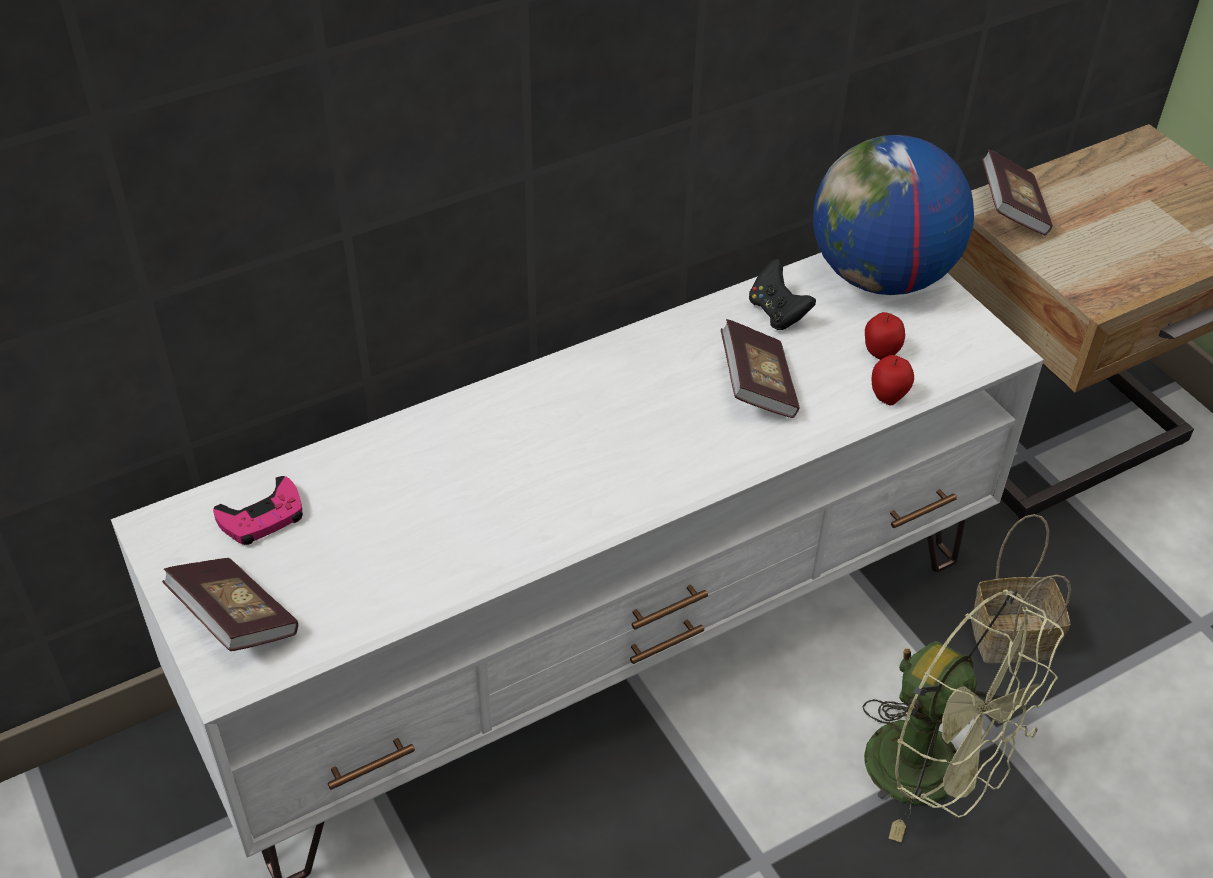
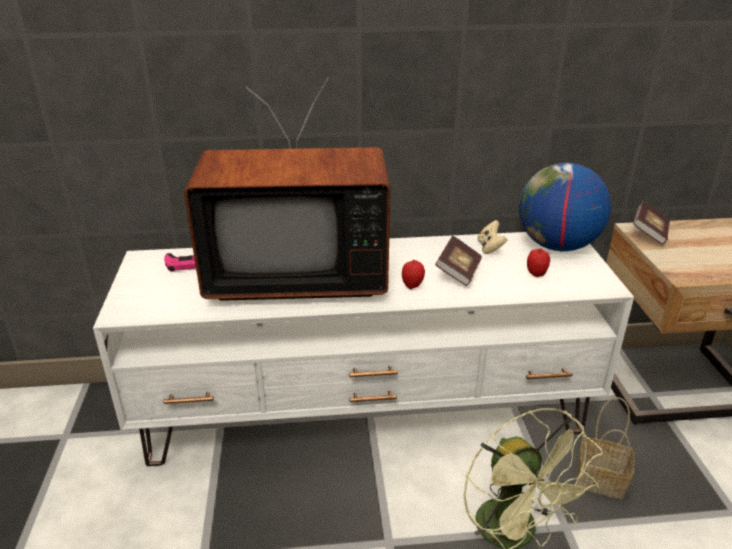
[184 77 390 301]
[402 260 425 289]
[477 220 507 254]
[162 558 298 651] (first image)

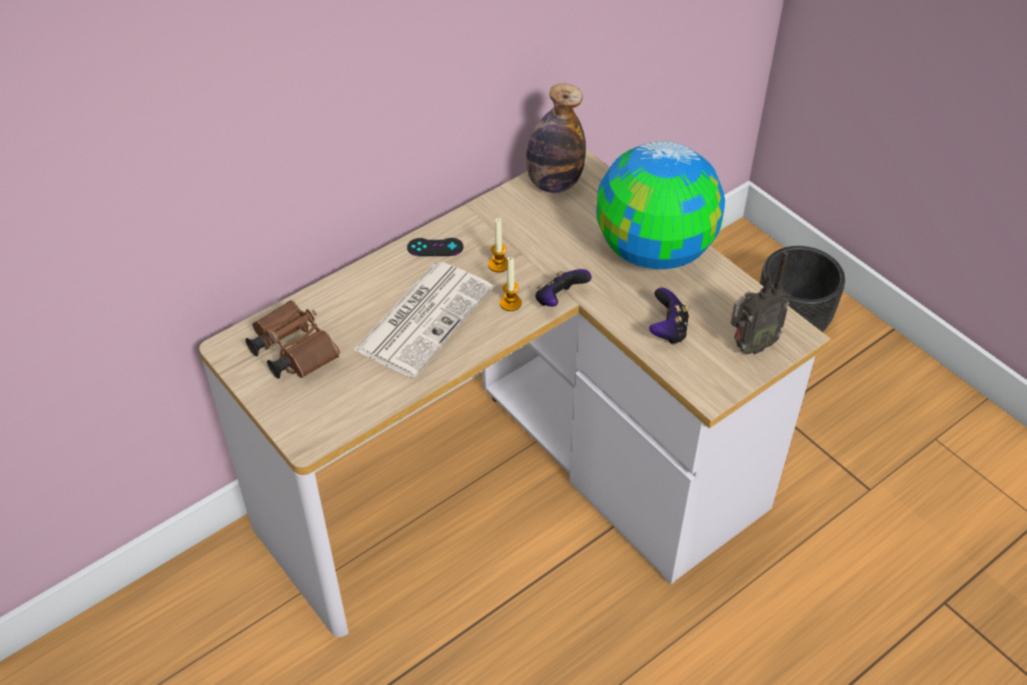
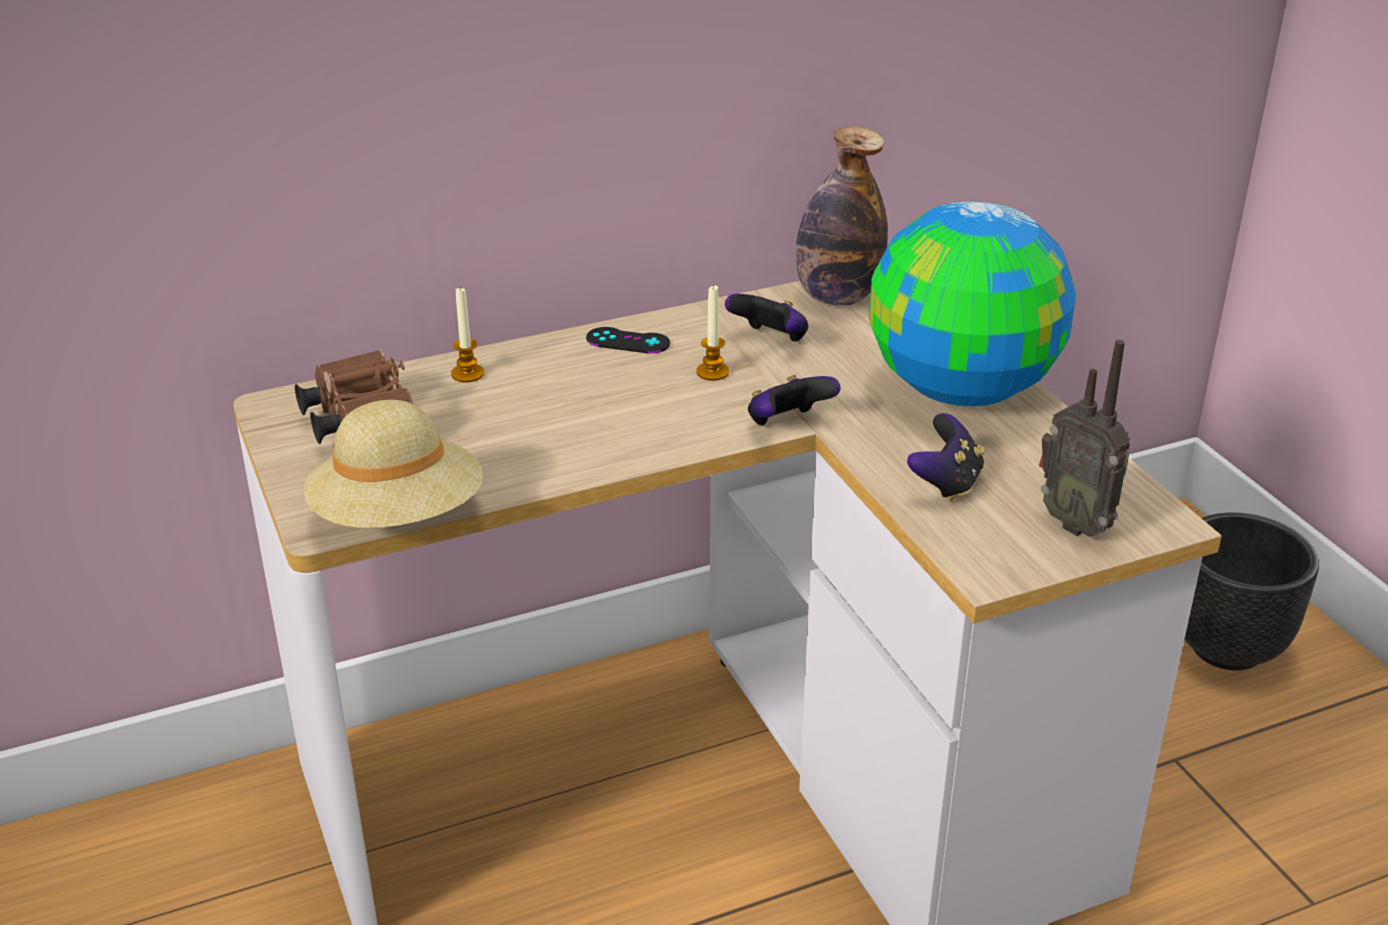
[304 400 483 528]
[451 287 485 383]
[725 294 808 342]
[1039 340 1130 537]
[353 262 493 378] (first image)

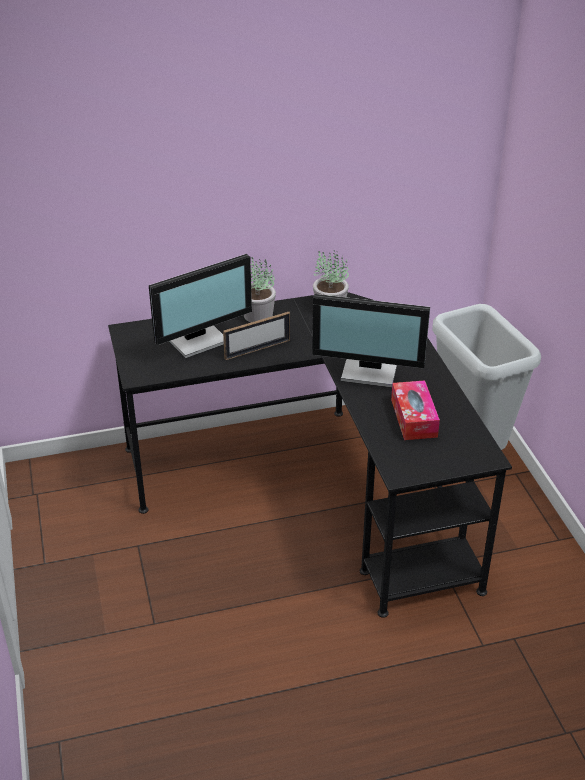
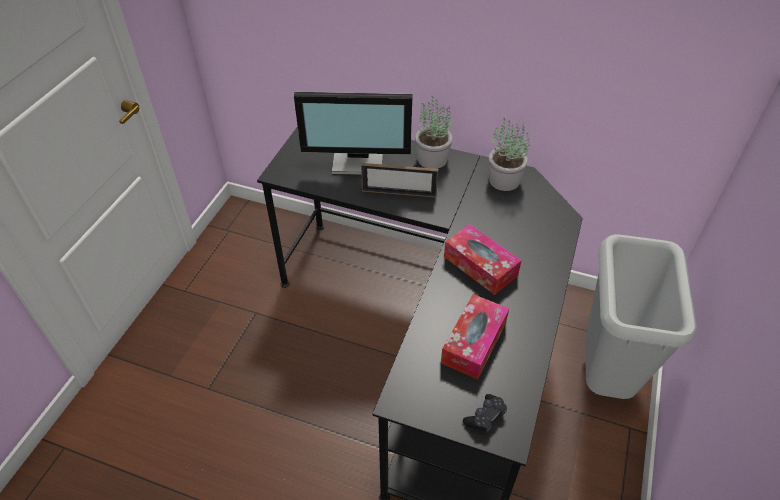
[444 224 522 295]
[463 394 507 433]

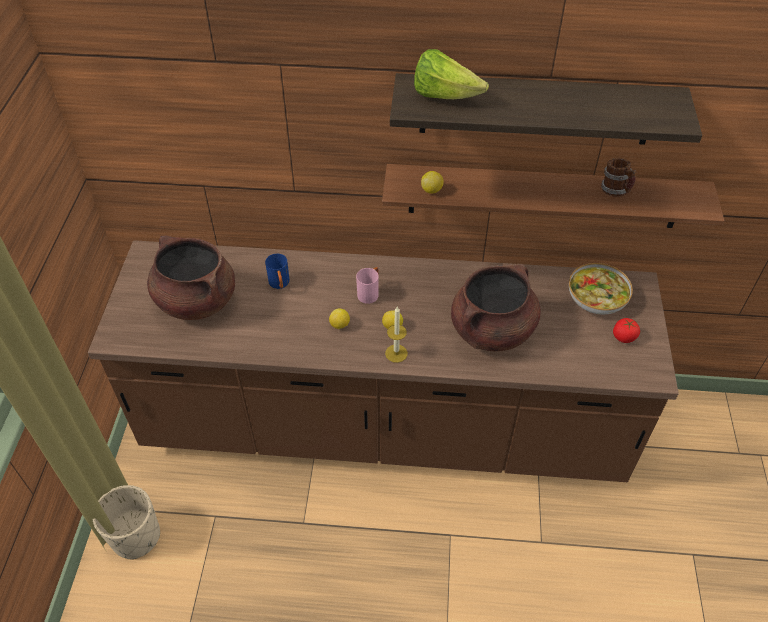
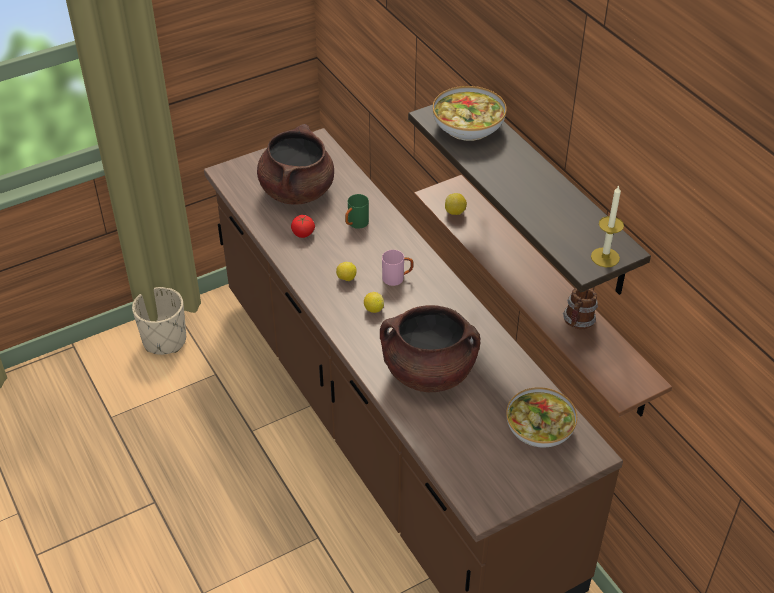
[291 215 315 238]
[345 194 369 229]
[433 86 507 141]
[591 185 624 267]

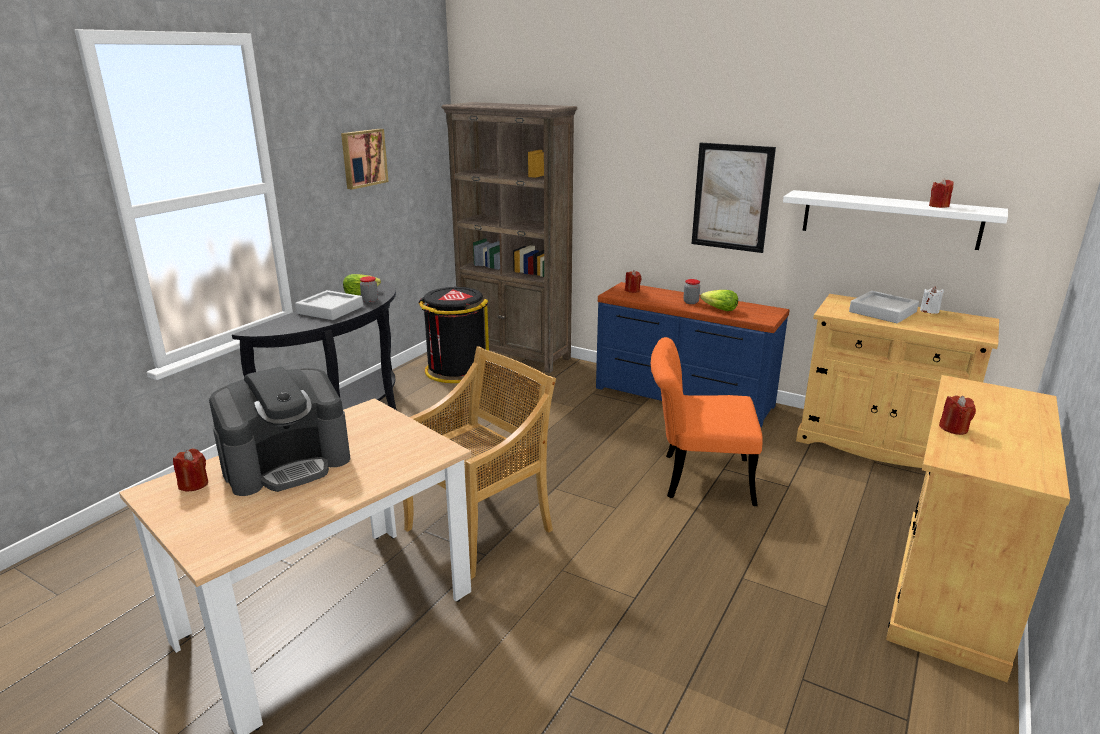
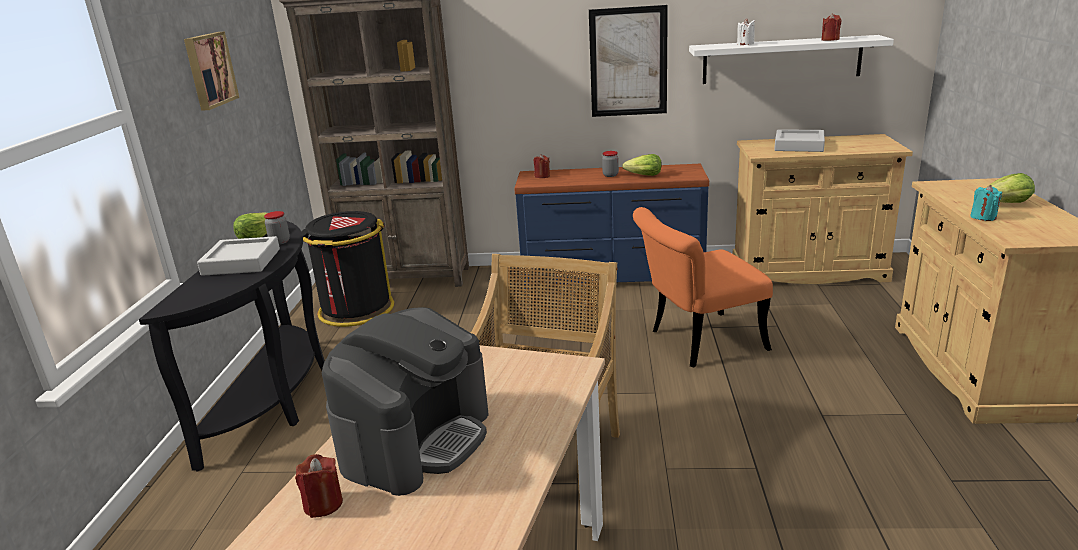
[737 18 755 45]
[970 185 1002 221]
[986 173 1035 203]

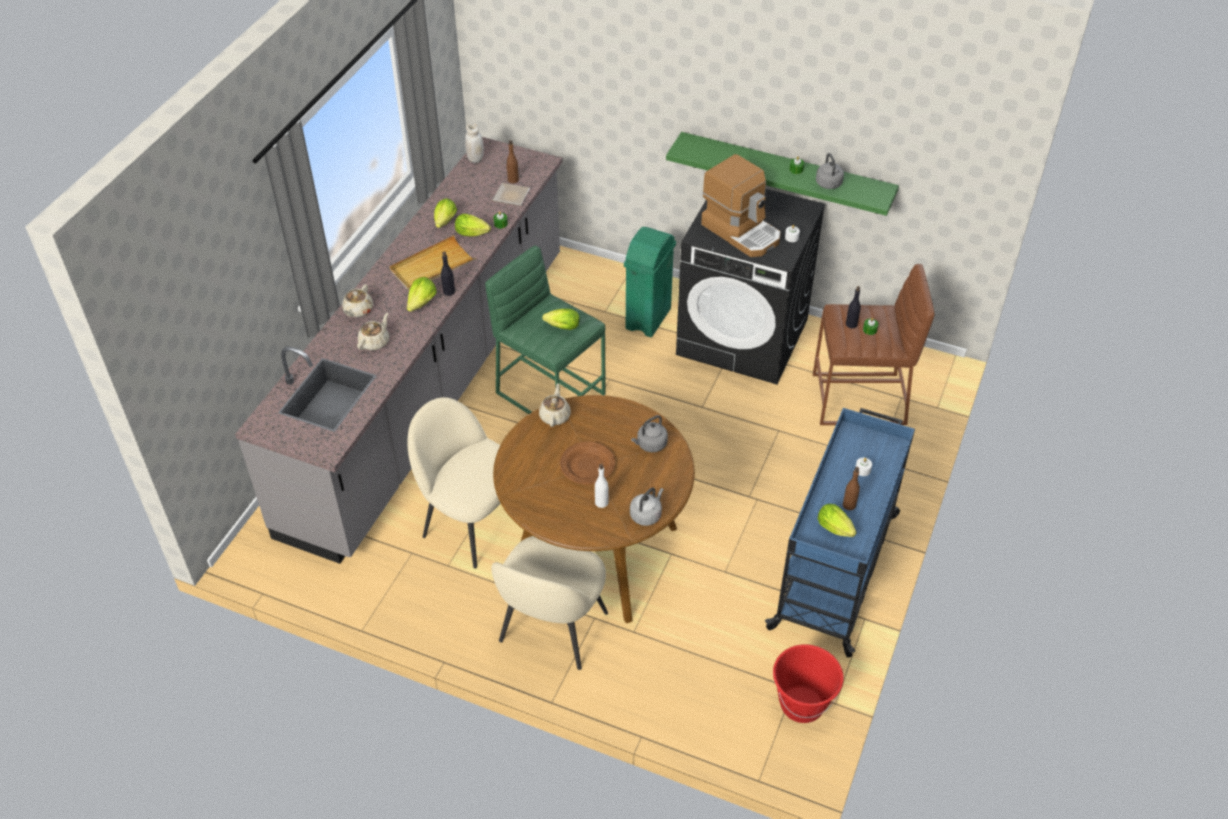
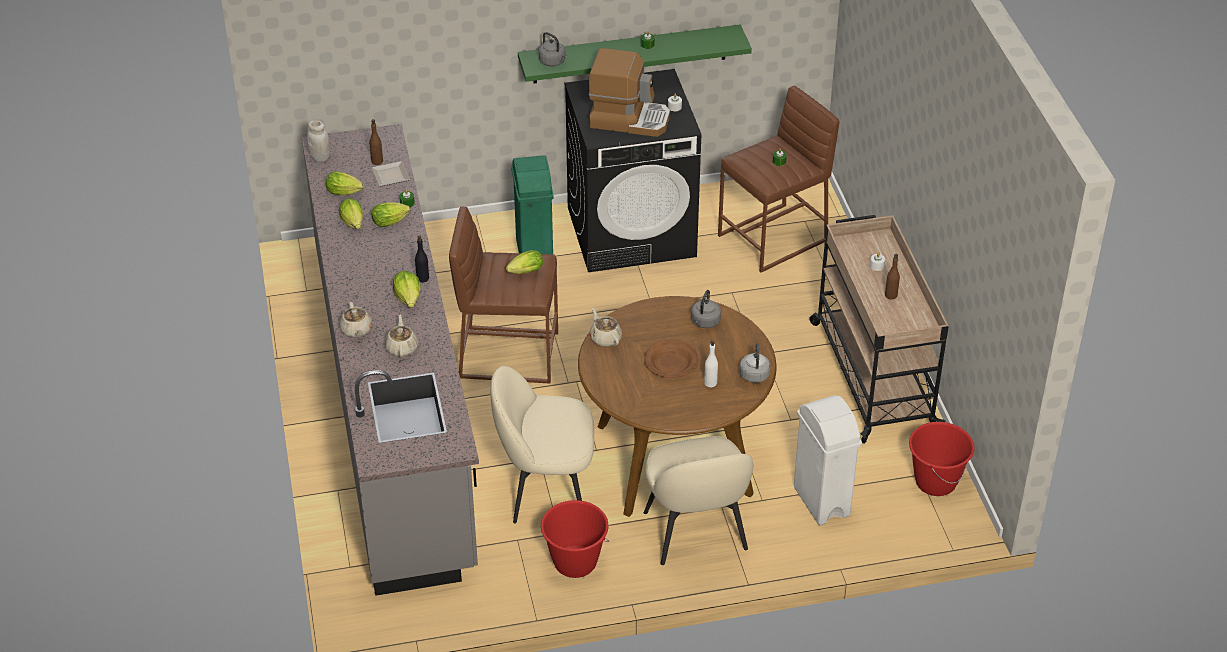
[326 171 364 195]
[449 207 558 384]
[539 32 567 66]
[541 500 609 578]
[794 395 862 525]
[809 215 949 444]
[389 235 476 290] (first image)
[846 286 861 328] (first image)

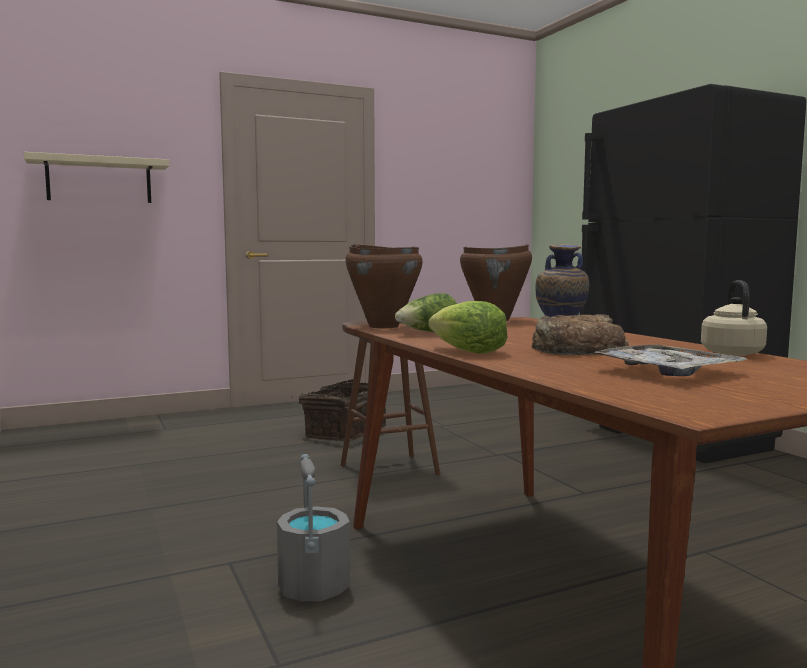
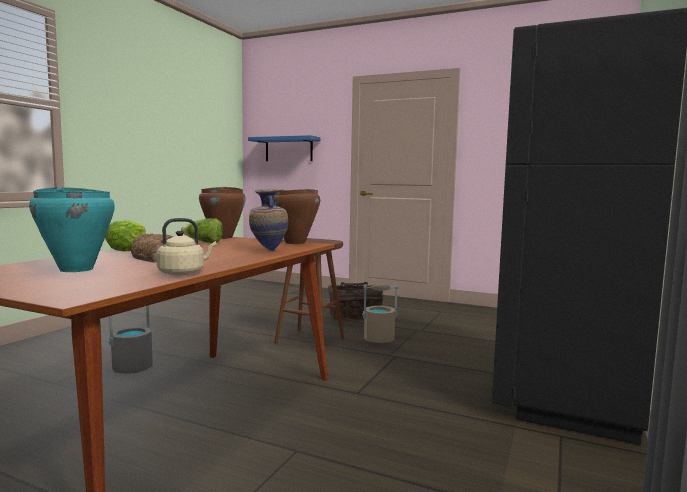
[29 187 115 272]
[248 135 320 161]
[362 284 399 343]

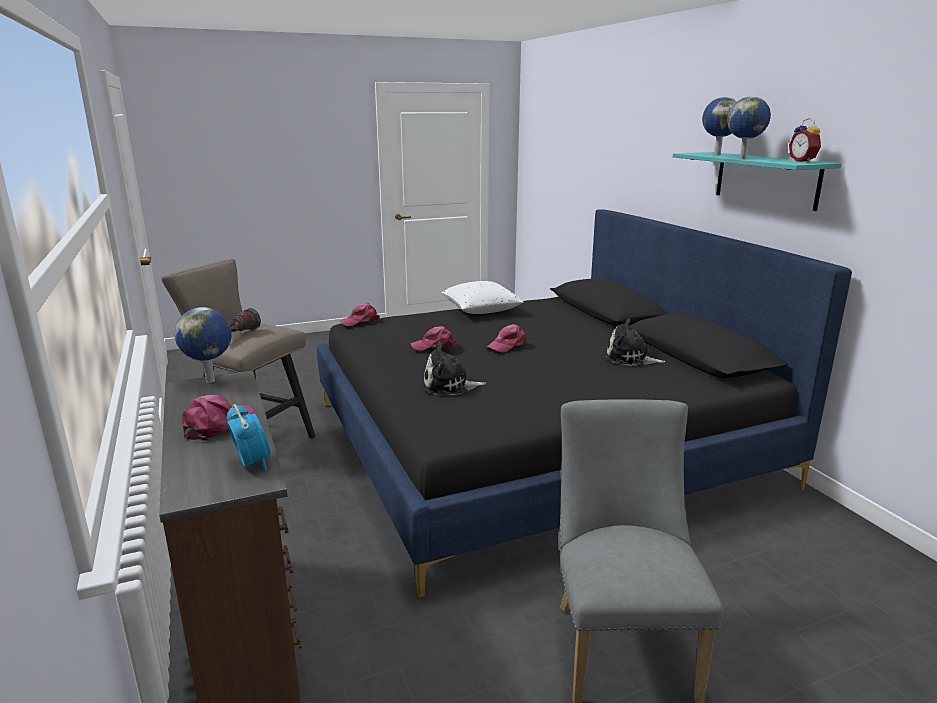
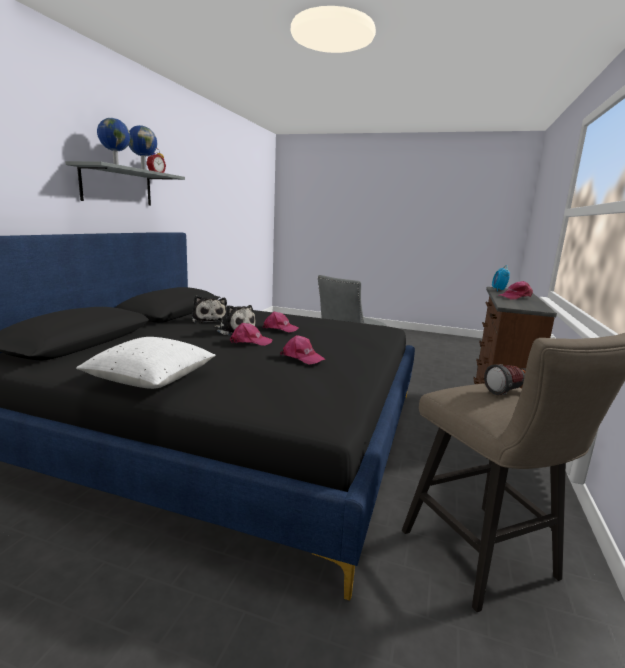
[66 161 185 206]
[215 305 255 335]
[262 312 299 333]
[174 307 232 383] (first image)

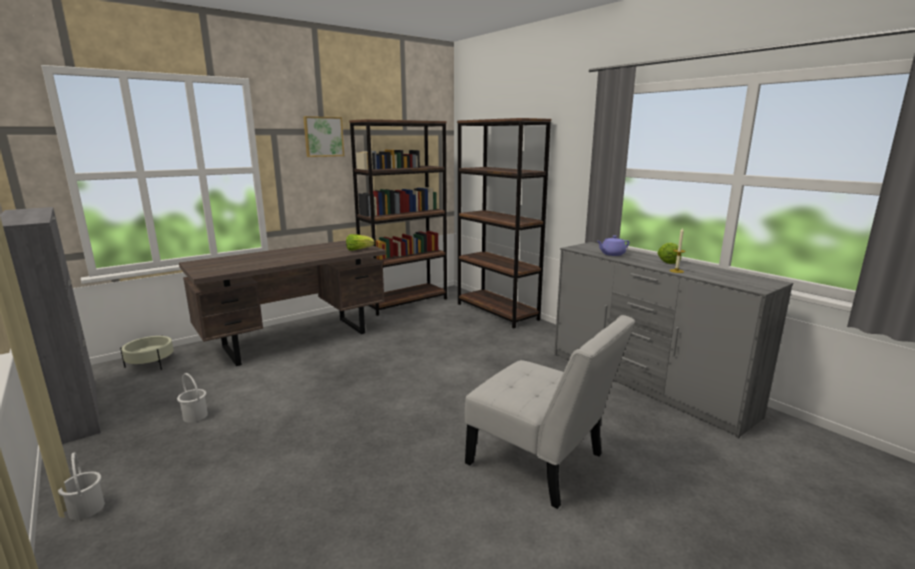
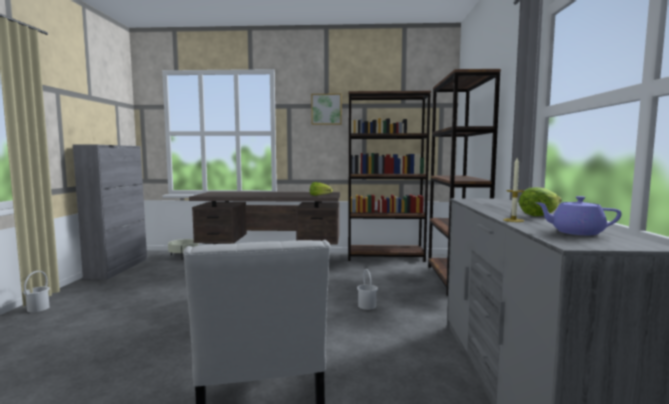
[357 269 378 310]
[535 196 622 235]

